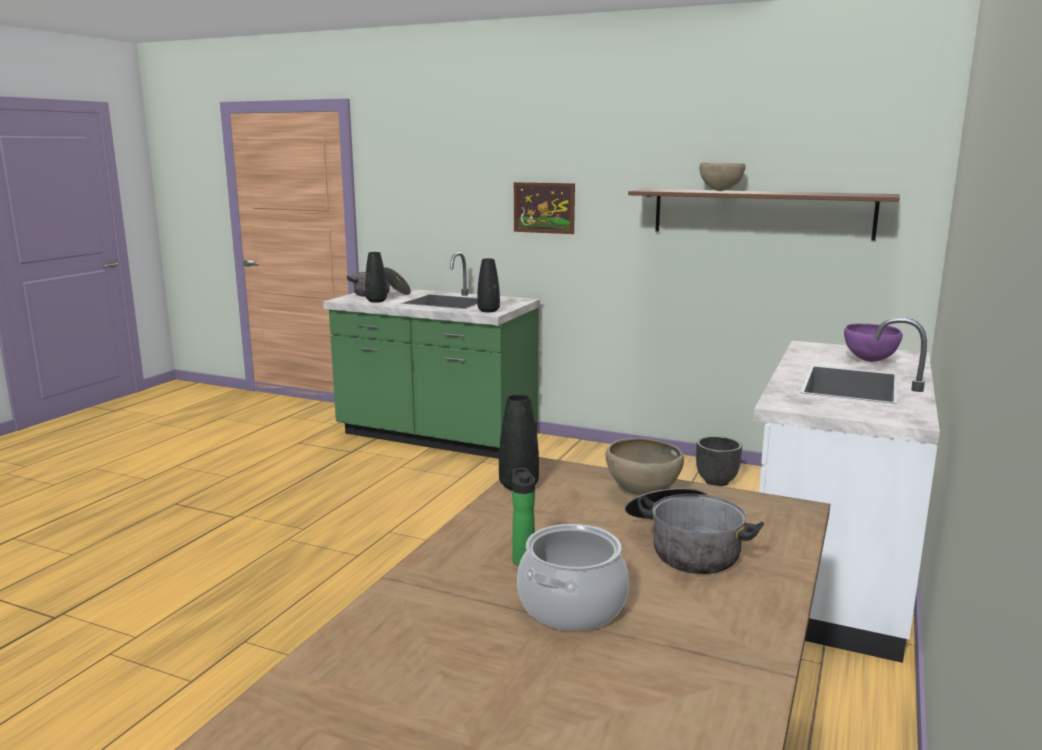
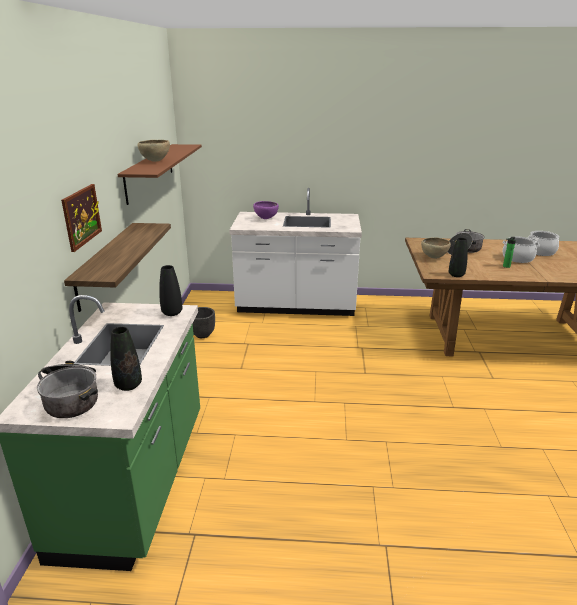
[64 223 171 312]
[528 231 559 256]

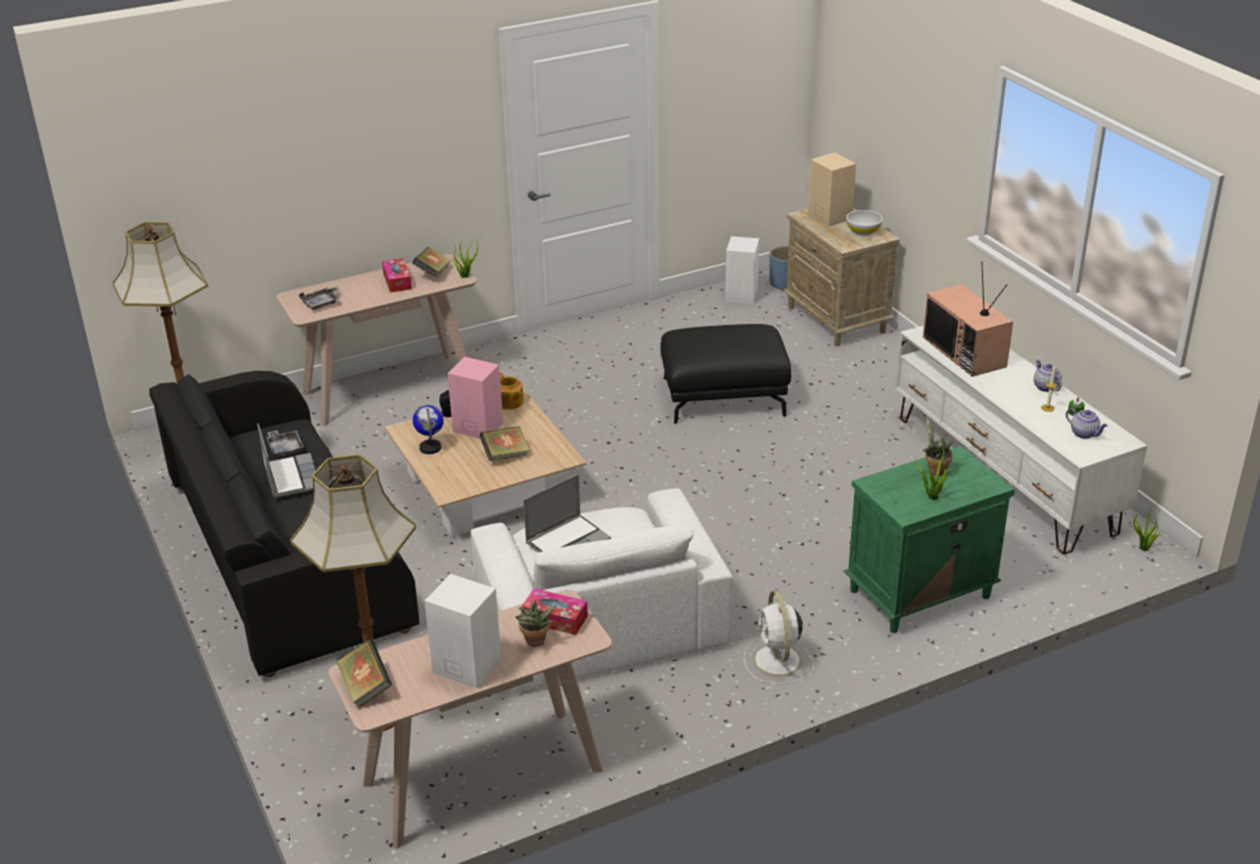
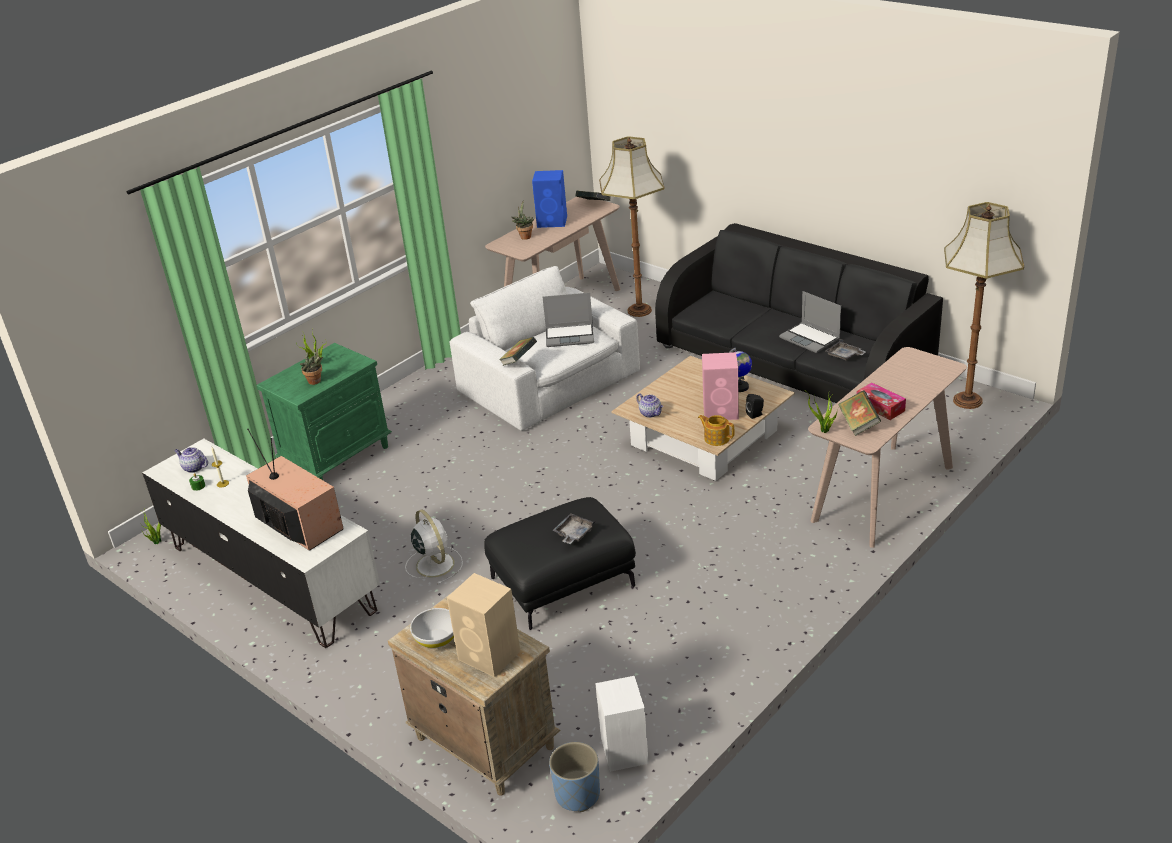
[405 510 463 584]
[499 337 537 366]
[532 170 567 228]
[542 293 594 347]
[552 513 595 544]
[636 393 663 418]
[521 588 588 635] (first image)

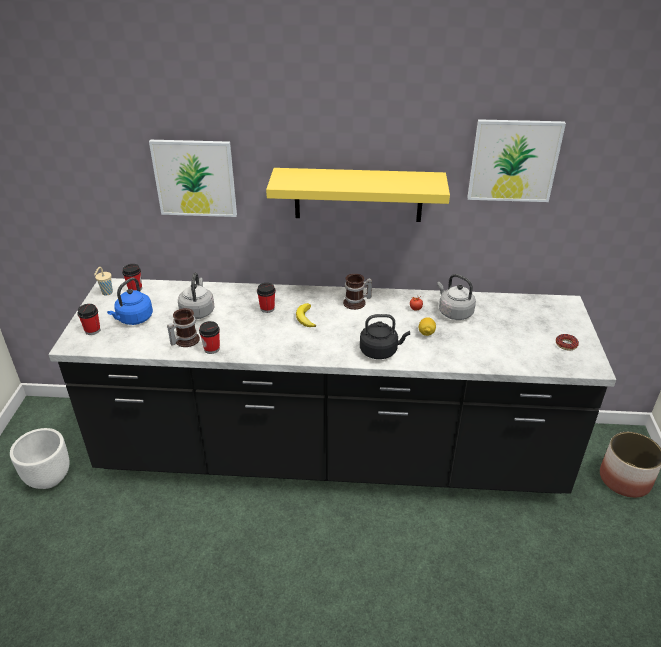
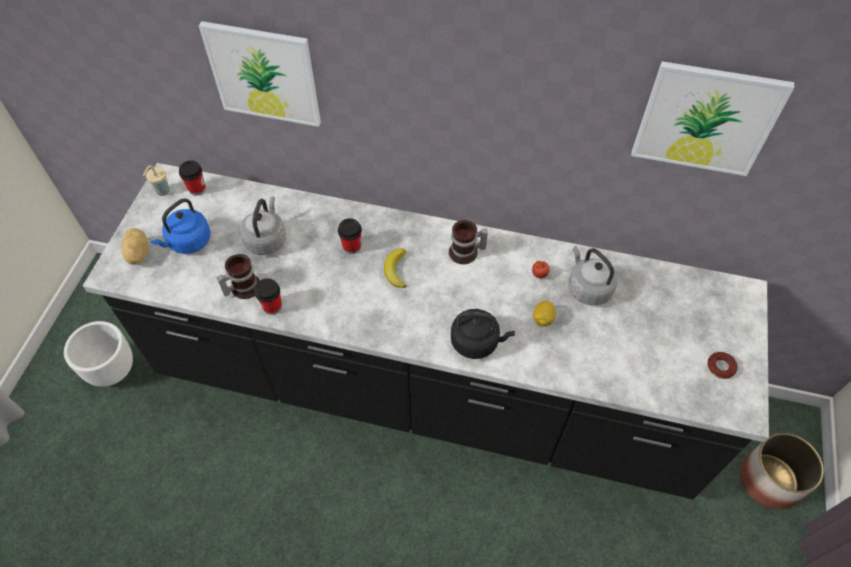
[122 228 148 265]
[266 168 450 222] (first image)

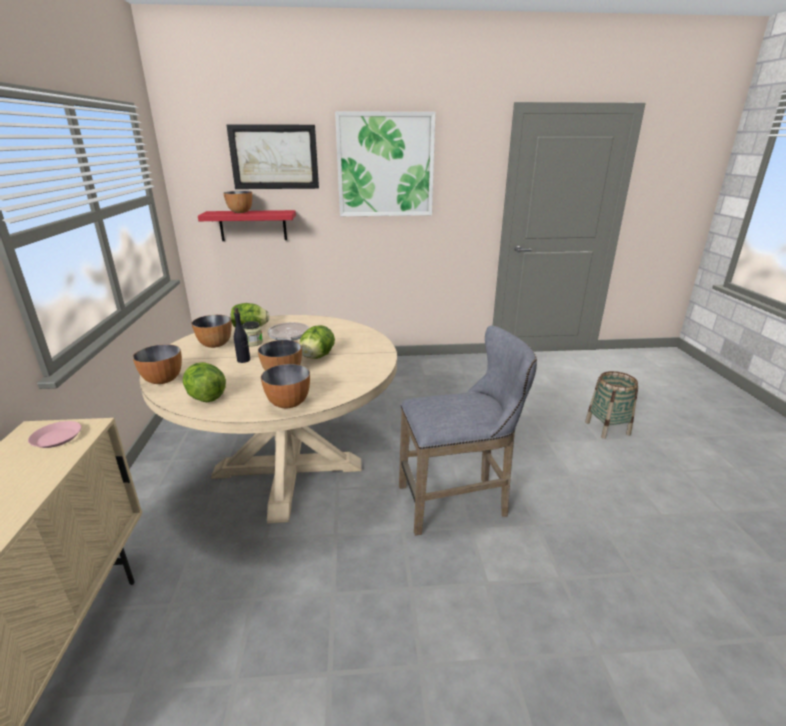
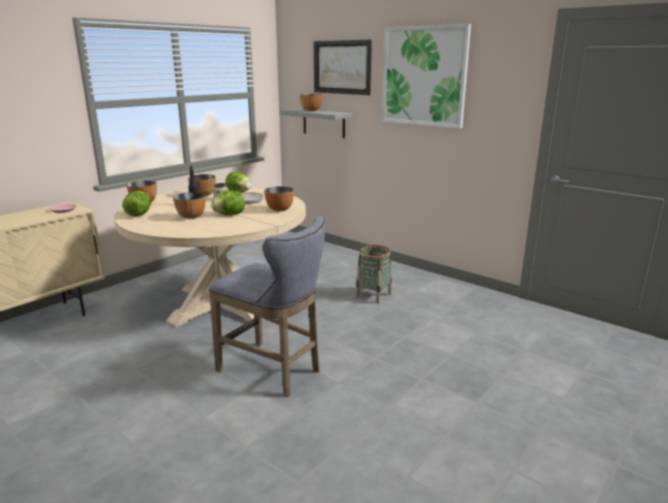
[264 186 294 212]
[280 109 352 138]
[355 245 392 304]

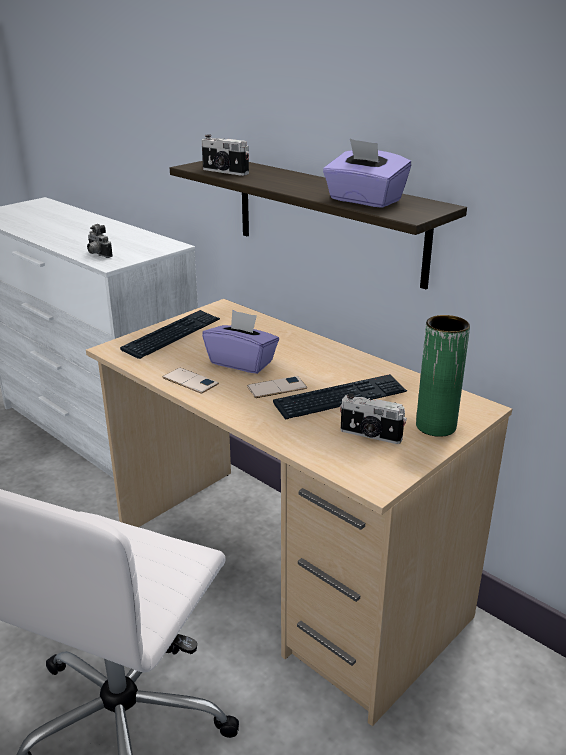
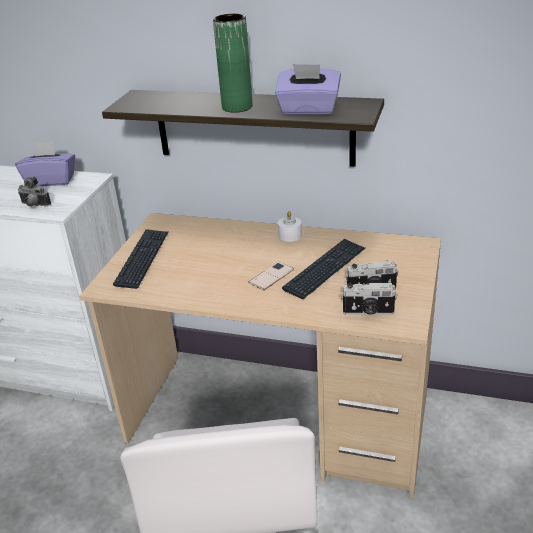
[15 141 75 186]
[213 14 252 113]
[278 211 302 242]
[341 283 397 315]
[163 368 219 394] (first image)

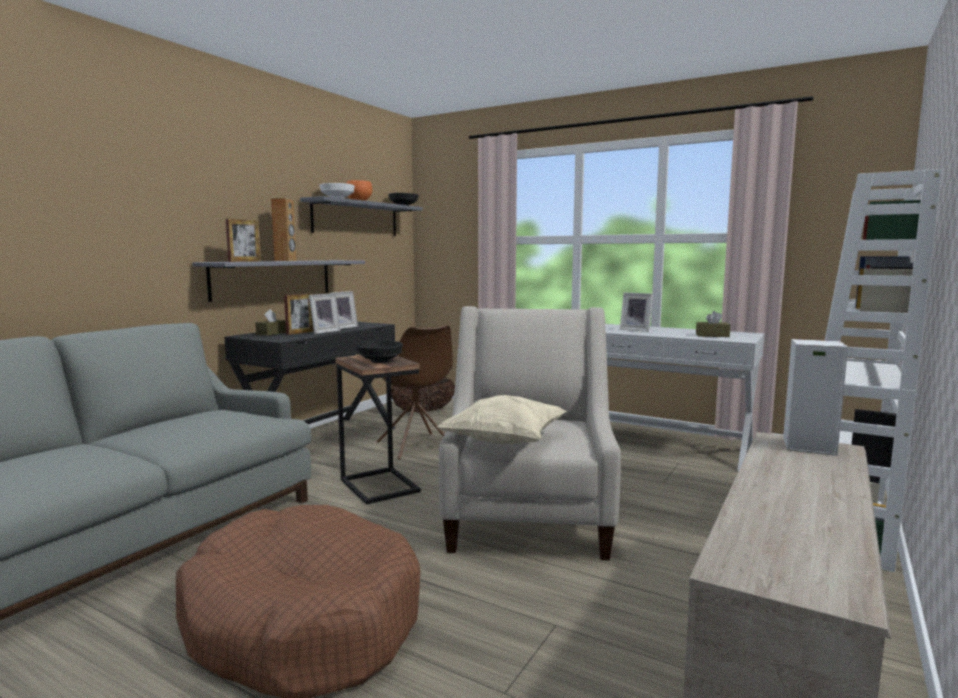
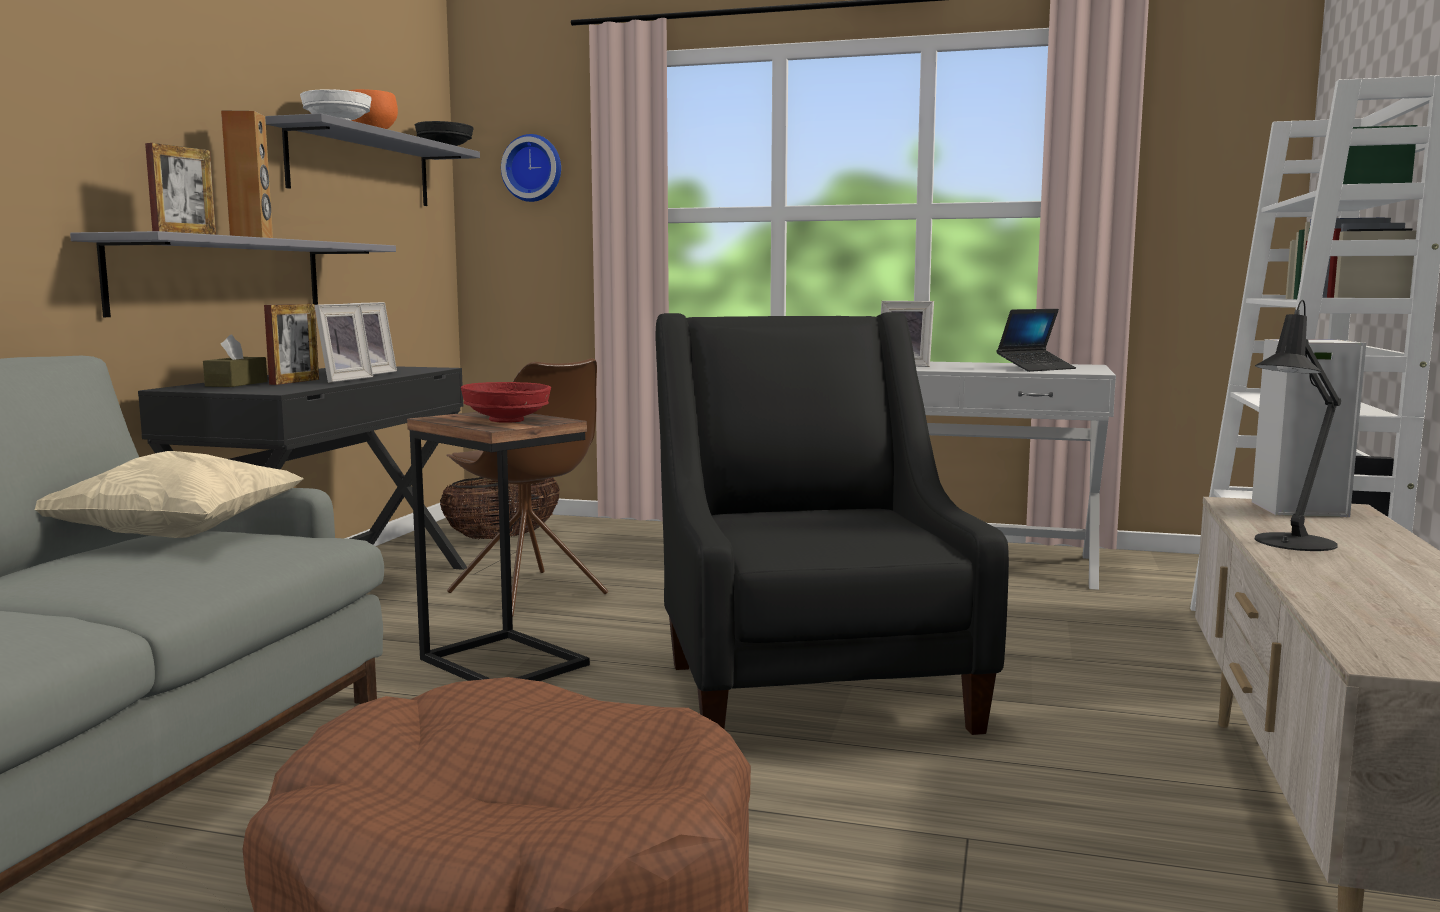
[35 451 304 538]
[461 382 551 423]
[501 134 561 202]
[655 312 1009 735]
[997 309 1076 372]
[1255 300 1341 551]

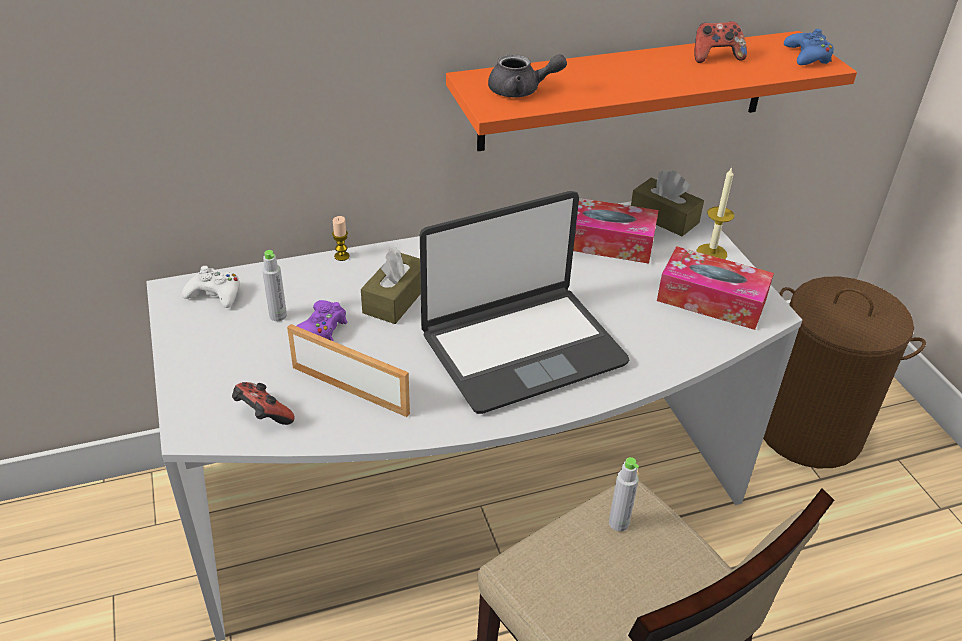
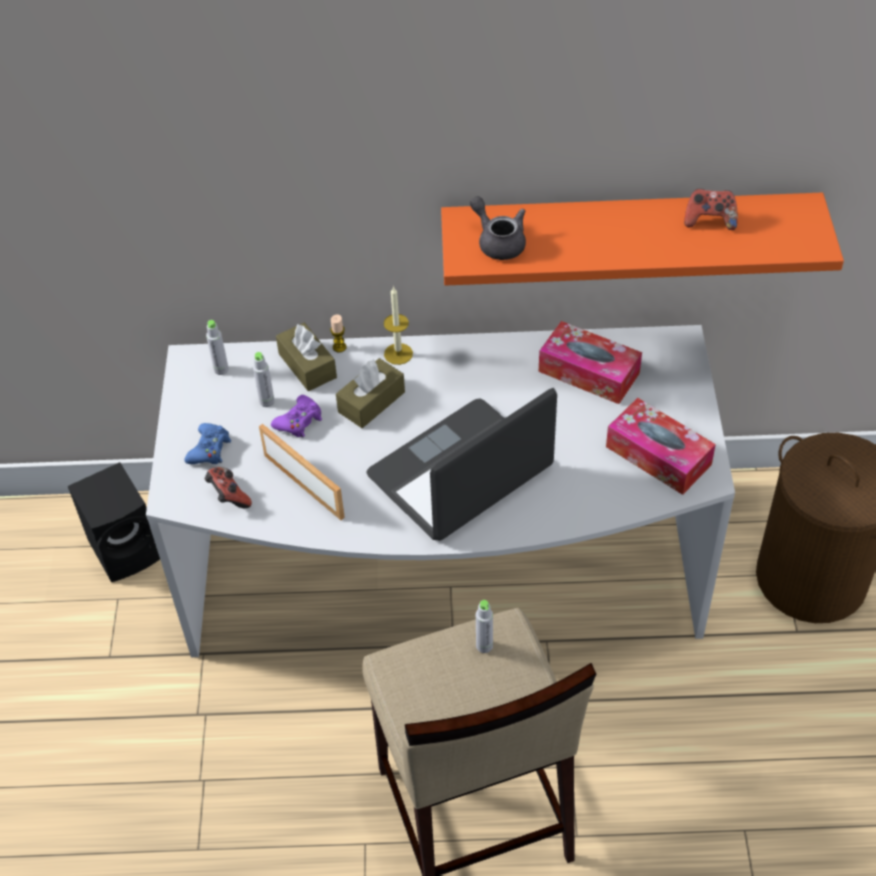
[68 462 160 582]
[184 423 231 464]
[206 320 229 375]
[276 323 337 391]
[366 388 557 541]
[384 286 413 365]
[470 196 526 260]

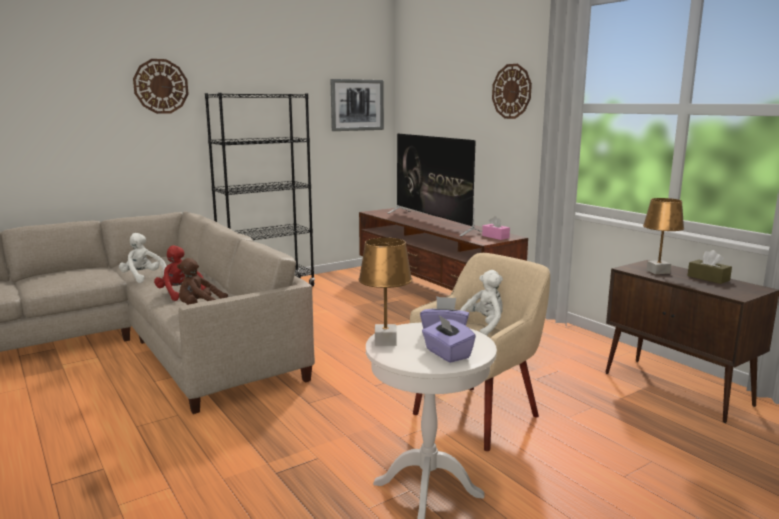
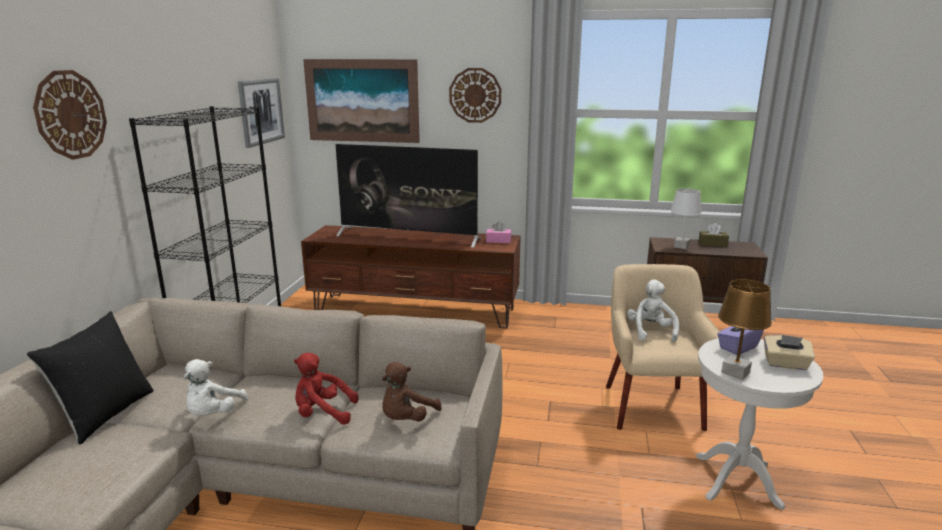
[26 311 154 445]
[183 359 248 416]
[303 59 420 143]
[670 188 702 249]
[764 335 815 370]

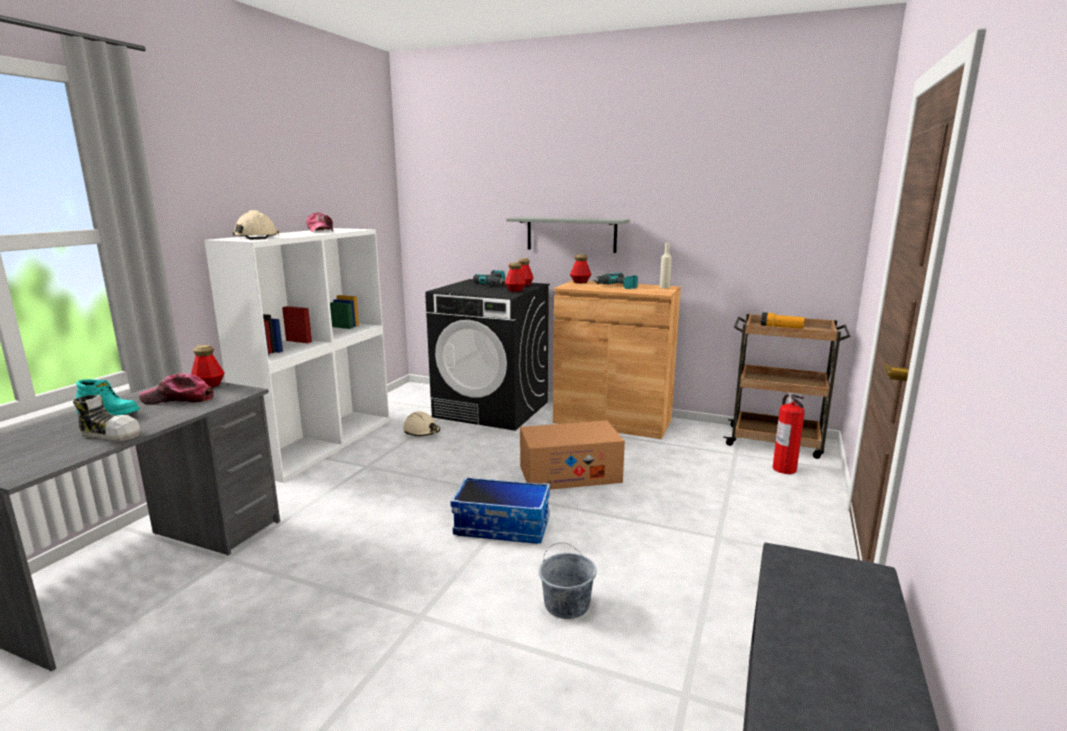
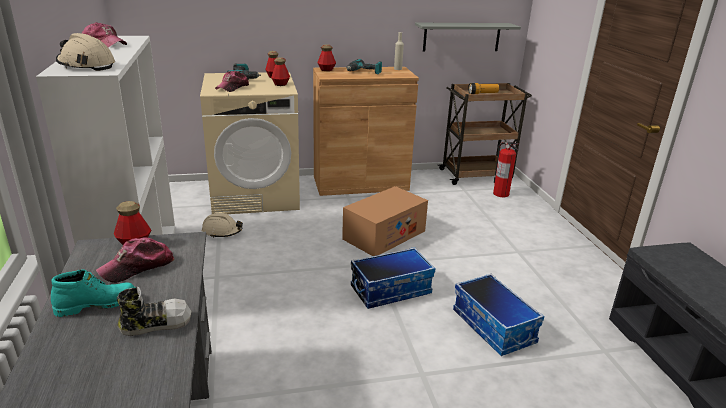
[200 72 300 214]
[215 71 249 92]
[415 23 521 52]
[453 274 544 356]

